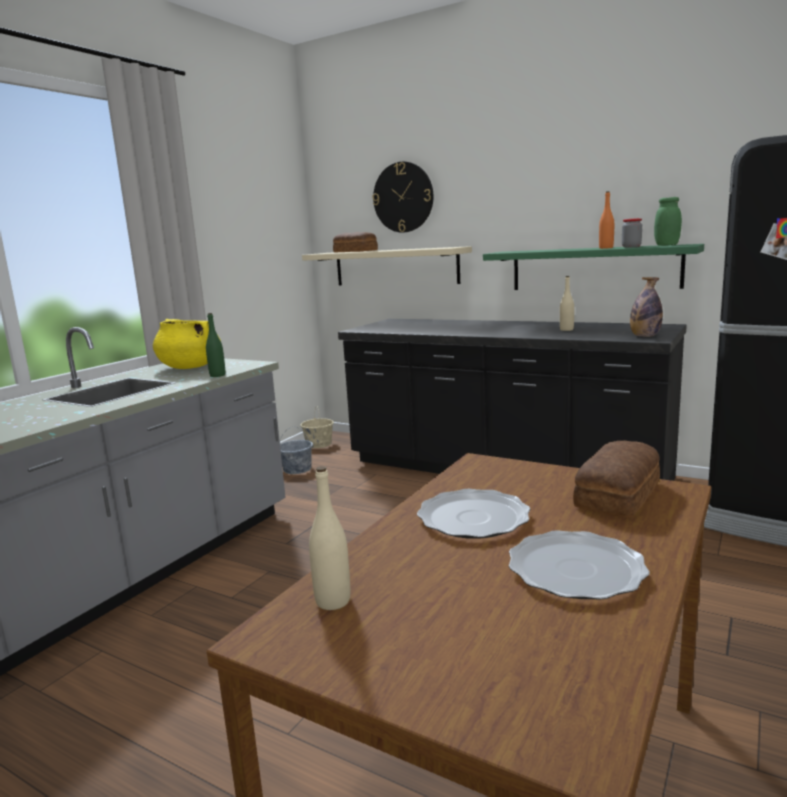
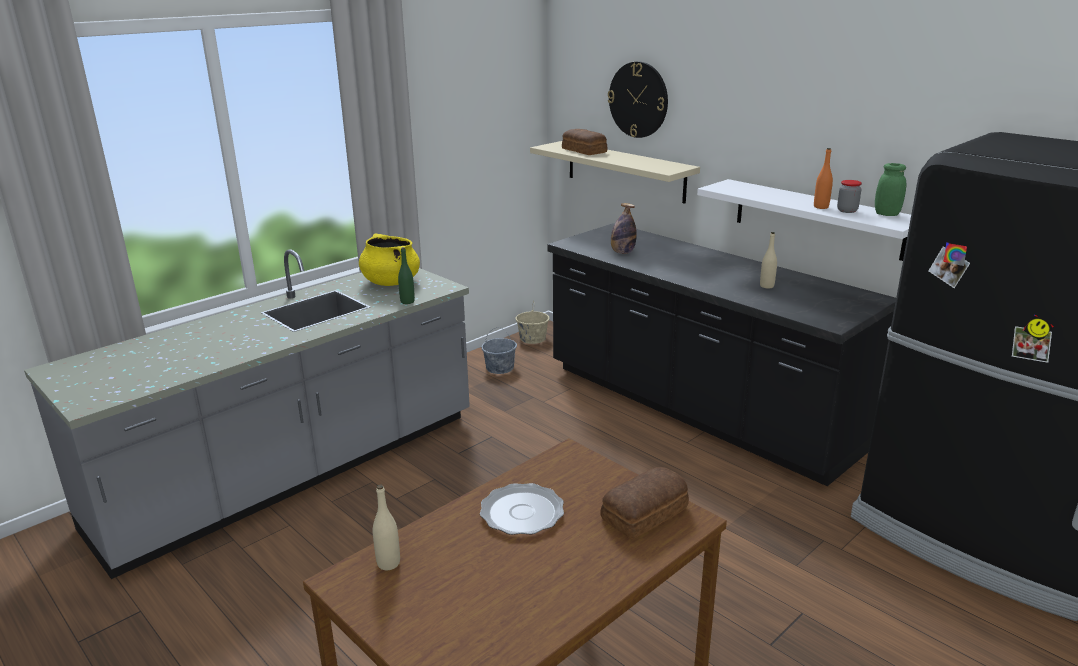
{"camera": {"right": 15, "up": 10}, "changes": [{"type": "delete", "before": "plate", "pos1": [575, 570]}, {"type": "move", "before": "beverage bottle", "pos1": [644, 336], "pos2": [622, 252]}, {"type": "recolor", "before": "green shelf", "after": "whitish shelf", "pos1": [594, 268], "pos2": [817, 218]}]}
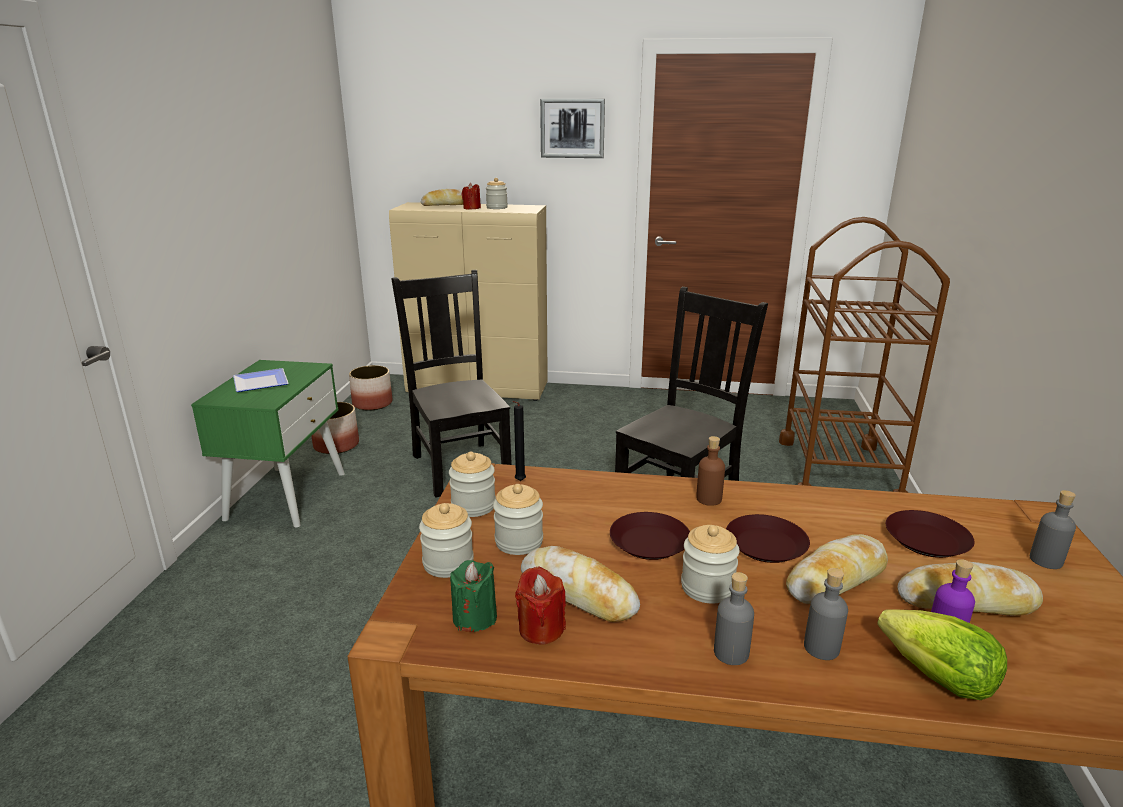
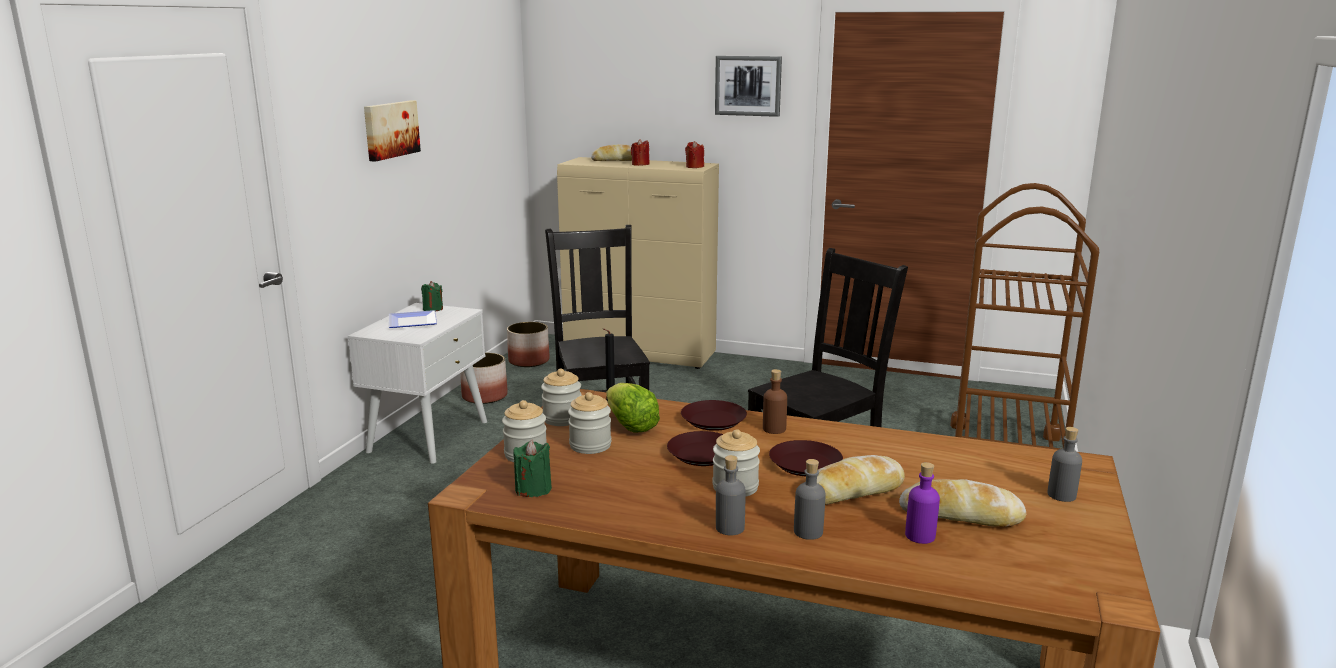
{"camera": {"right": 10, "up": -5}, "changes": [{"type": "delete", "before": "storage jar", "pos1": [497, 207]}, {"type": "delete", "before": "bakery bread", "pos1": [578, 593]}, {"type": "insert", "after": "wall picture", "pos2": [390, 129]}, {"type": "insert", "after": "green wax light", "pos2": [433, 309]}, {"type": "move", "before": "red-coloured wax light", "pos1": [541, 629], "pos2": [694, 167]}, {"type": "move", "before": "lettuce", "pos1": [938, 678], "pos2": [630, 426]}, {"type": "move", "before": "brown plate", "pos1": [927, 541], "pos2": [713, 421]}, {"type": "recolor", "before": "green nightstand", "after": "whitish nightstand", "pos1": [286, 495], "pos2": [428, 436]}]}
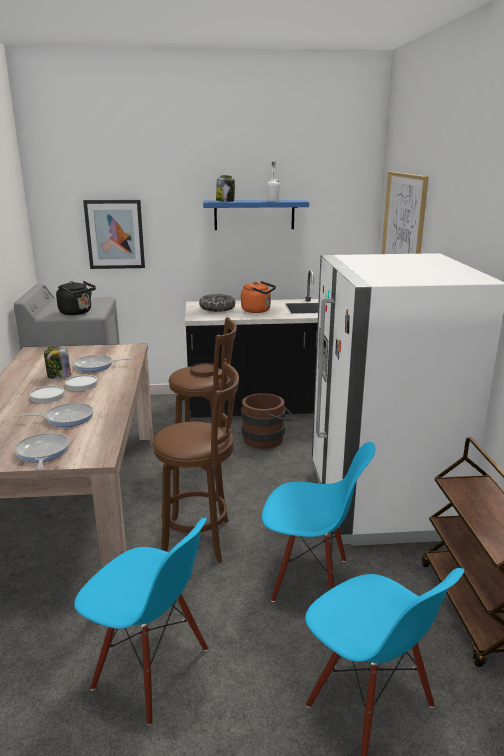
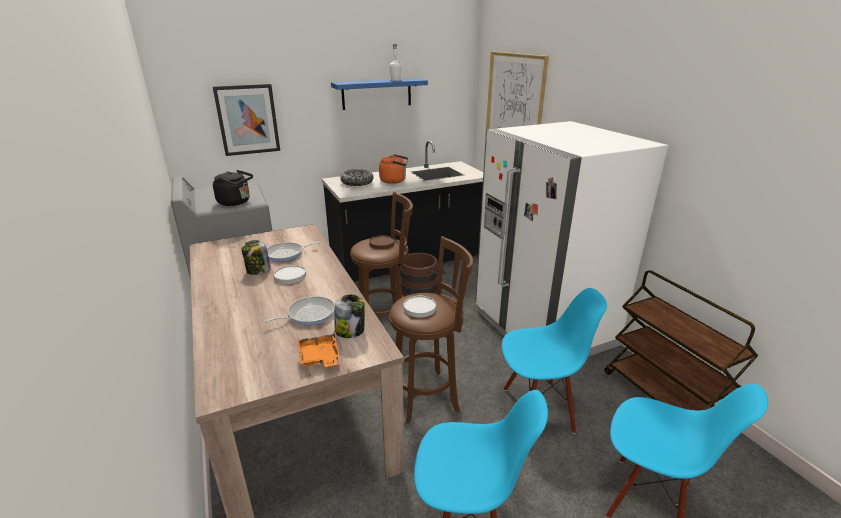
{"camera": {"right": -20, "up": 5}, "changes": [{"type": "move", "before": "whitish plate", "pos1": [47, 396], "pos2": [419, 308]}, {"type": "move", "before": "storage jar", "pos1": [225, 201], "pos2": [350, 330]}, {"type": "replace", "before": "skillet", "after": "orange serving tray", "pos1": [42, 453], "pos2": [319, 357]}]}
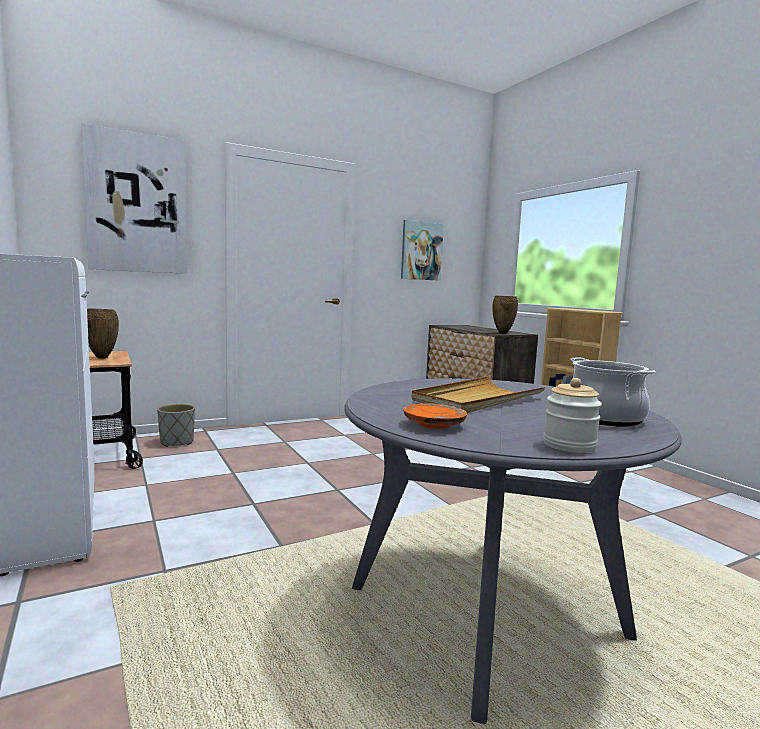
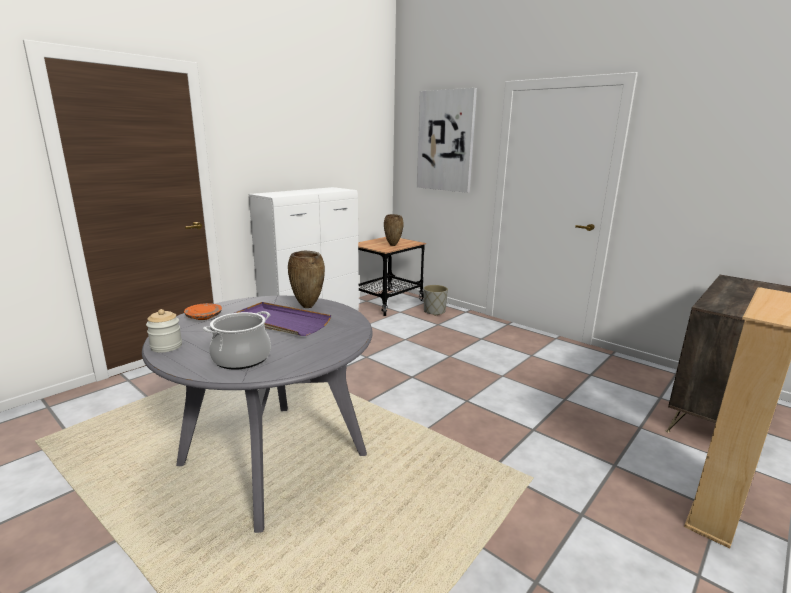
{"camera": {"right": 70, "up": 10}, "changes": [{"type": "delete", "before": "wall picture", "pos1": [421, 251]}, {"type": "move", "before": "brown vase", "pos1": [503, 333], "pos2": [308, 307]}, {"type": "recolor", "before": "beige serving tray", "after": "purple serving tray", "pos1": [477, 399], "pos2": [280, 322]}]}
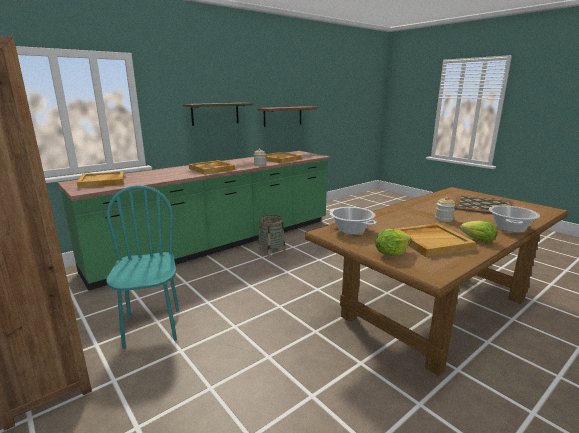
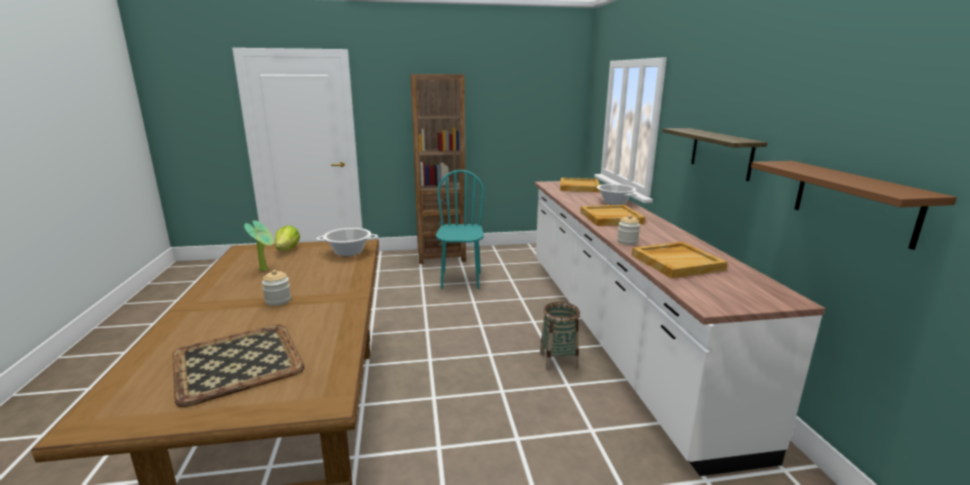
{"camera": {"right": 120, "up": 0}, "changes": [{"type": "delete", "before": "lettuce", "pos1": [475, 240]}, {"type": "move", "before": "stockpot", "pos1": [510, 228], "pos2": [614, 202]}, {"type": "replace", "before": "beige serving tray", "after": "potted plant", "pos1": [431, 242], "pos2": [265, 269]}, {"type": "recolor", "before": "green kitchen counter", "after": "whitish kitchen counter", "pos1": [221, 244], "pos2": [614, 332]}, {"type": "rotate", "before": "blue-green chair", "pos1": [152, 328], "pos2": [460, 280], "turn": -105}]}
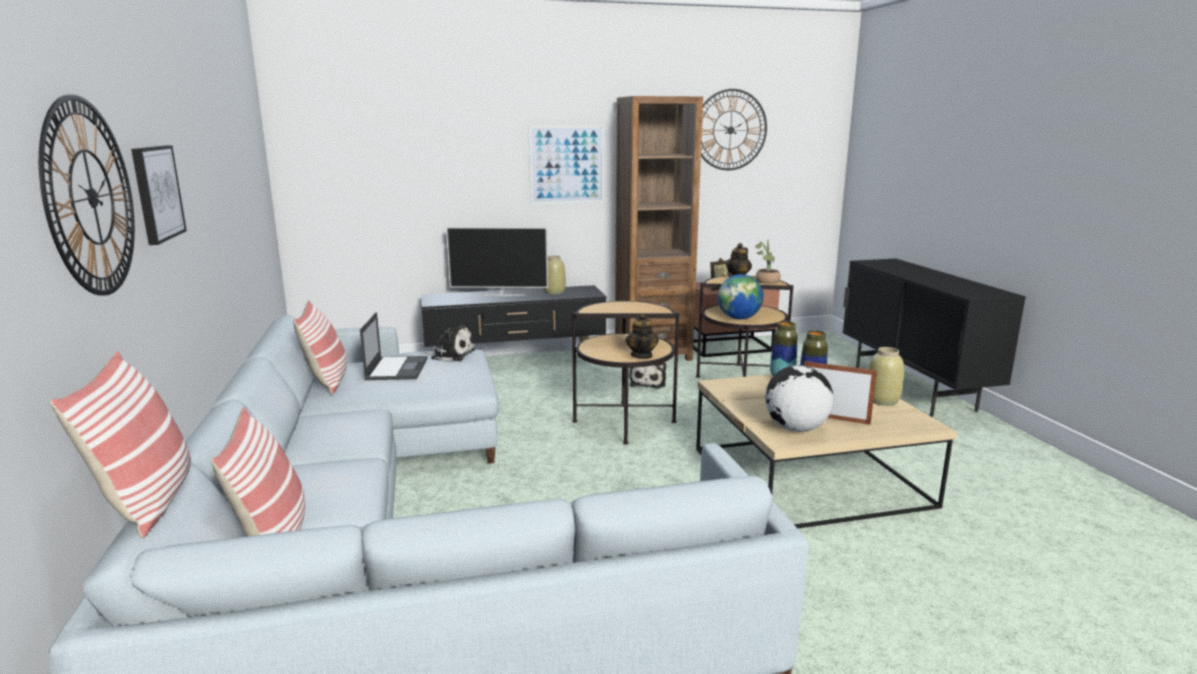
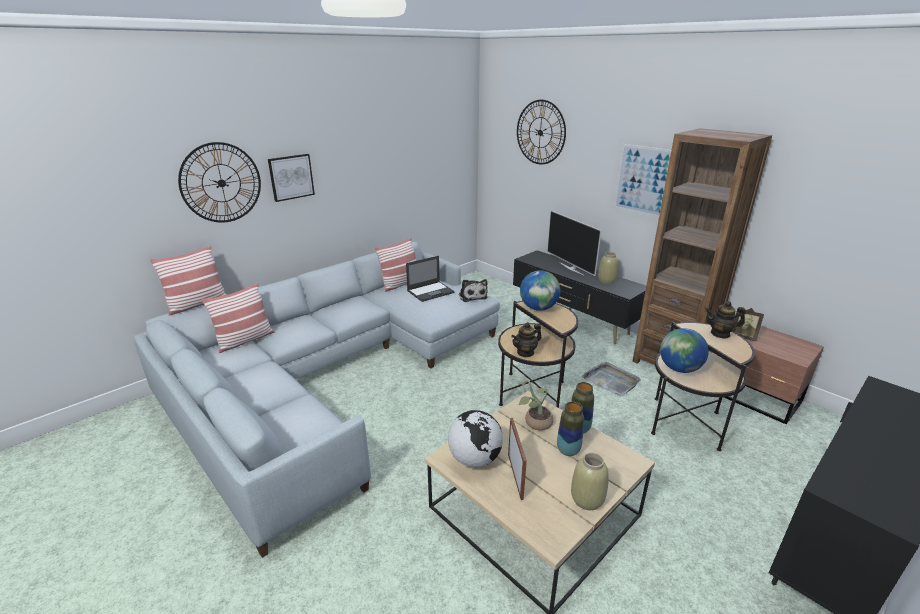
{"camera": {"right": 60, "up": 10}, "changes": [{"type": "insert", "after": "desk globe", "pos2": [538, 308]}, {"type": "move", "before": "clock on the wall", "pos1": [730, 130], "pos2": [540, 132]}, {"type": "move", "before": "potted plant", "pos1": [766, 282], "pos2": [535, 422]}, {"type": "replace", "before": "plush toy", "after": "grey serving tray", "pos1": [648, 383], "pos2": [611, 380]}]}
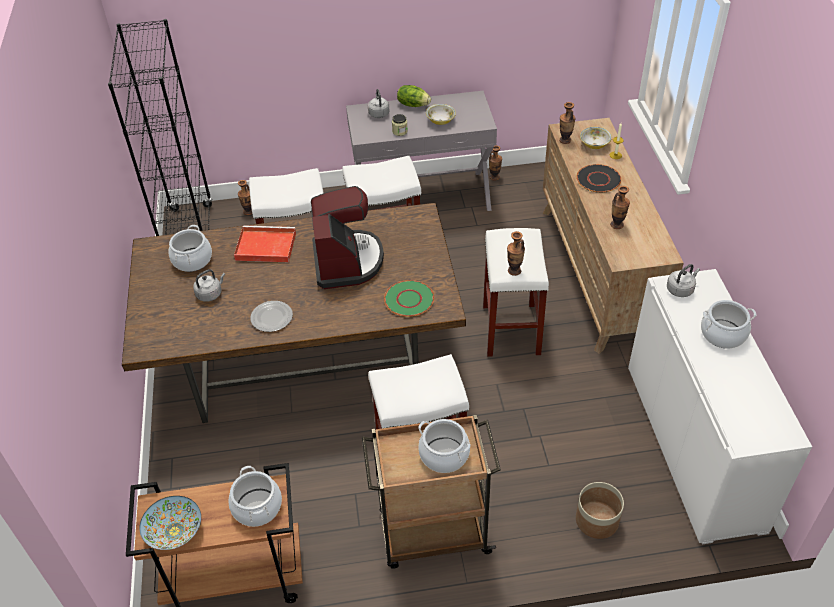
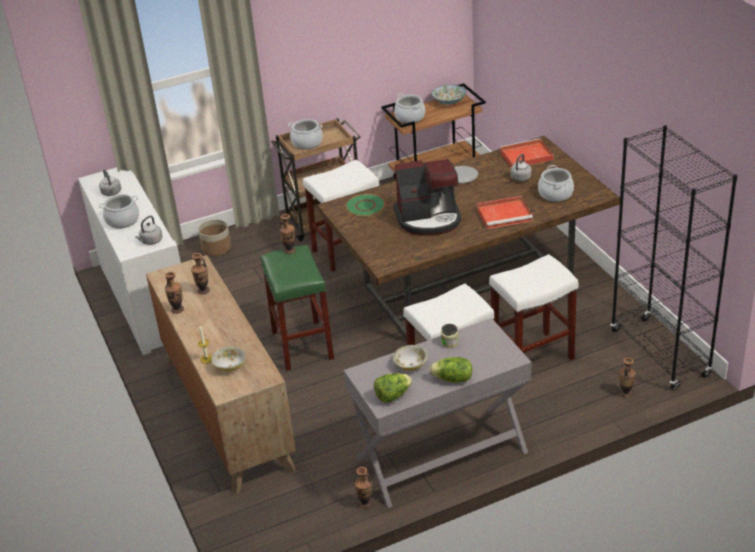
{"camera": {"right": 165, "up": -10}, "changes": [{"type": "delete", "before": "black plate", "pos1": [598, 179]}, {"type": "insert", "after": "lettuce", "pos2": [393, 396]}, {"type": "insert", "after": "red-coloured serving tray", "pos2": [525, 156]}, {"type": "move", "before": "grey kettle", "pos1": [378, 113], "pos2": [112, 193]}, {"type": "move", "before": "vase", "pos1": [565, 140], "pos2": [177, 310]}, {"type": "recolor", "before": "whitish sitting stool", "after": "green sitting stool", "pos1": [511, 330], "pos2": [301, 344]}, {"type": "rotate", "before": "coffee machine", "pos1": [347, 261], "pos2": [429, 218], "turn": -75}]}
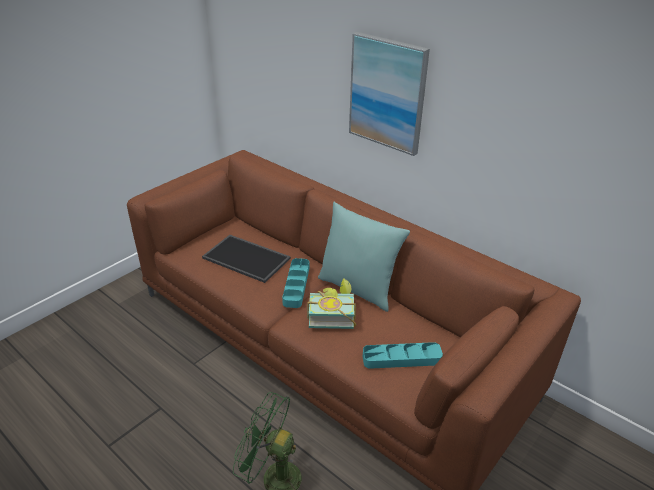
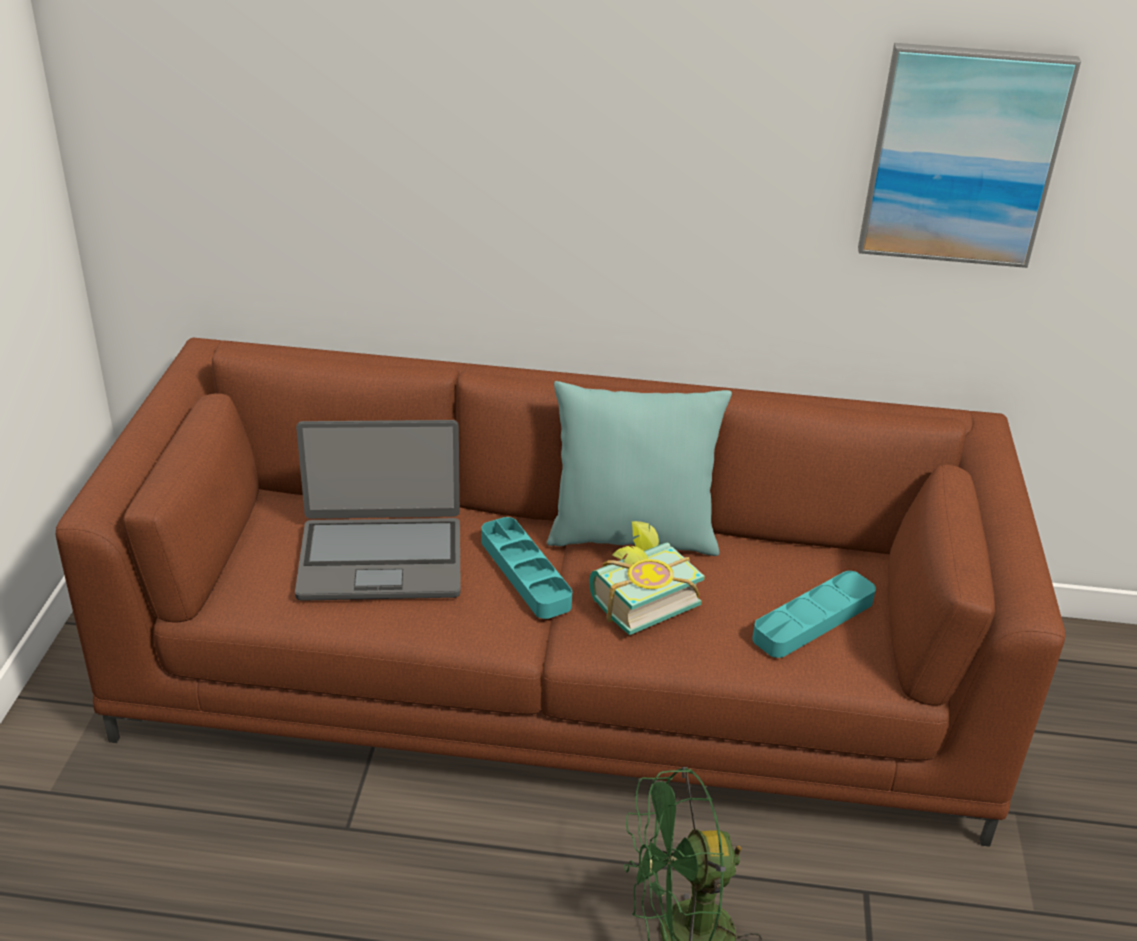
{"camera": {"right": -35, "up": 0}, "changes": [{"type": "move", "before": "wall picture", "pos1": [387, 93], "pos2": [962, 156]}, {"type": "replace", "before": "serving tray", "after": "laptop", "pos1": [247, 258], "pos2": [381, 559]}]}
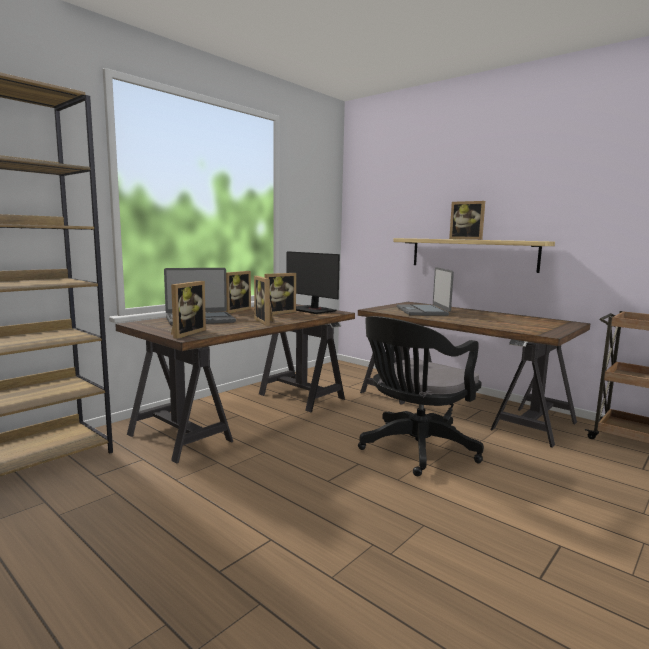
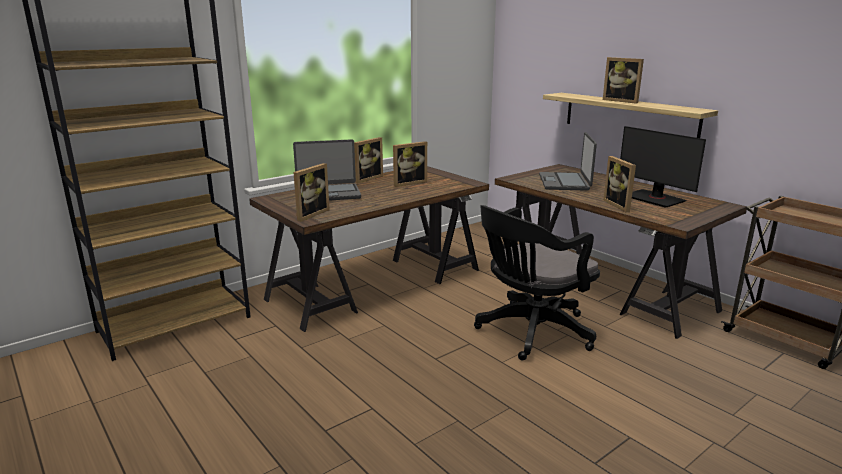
{"camera": {"right": 10, "up": 10}, "changes": [{"type": "move", "before": "standing frame", "pos1": [266, 321], "pos2": [620, 205]}, {"type": "move", "before": "computer screen", "pos1": [312, 310], "pos2": [654, 199]}]}
